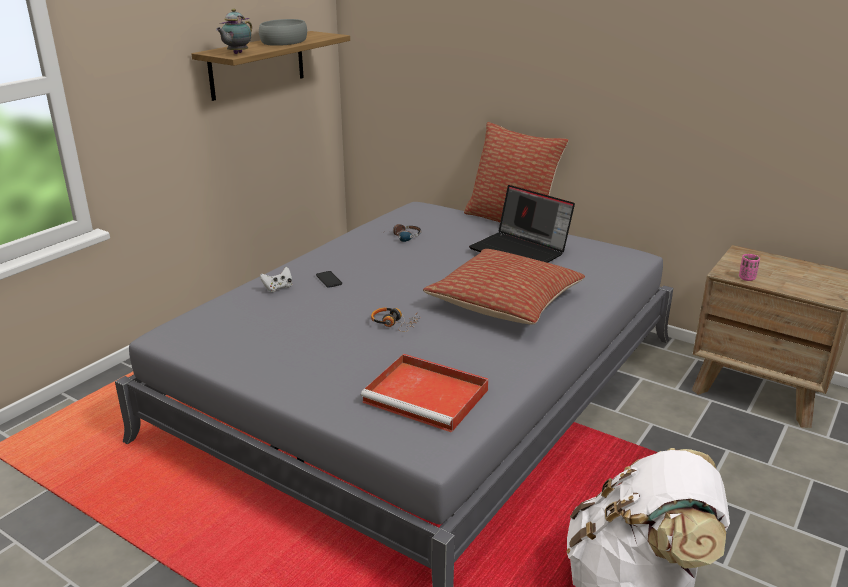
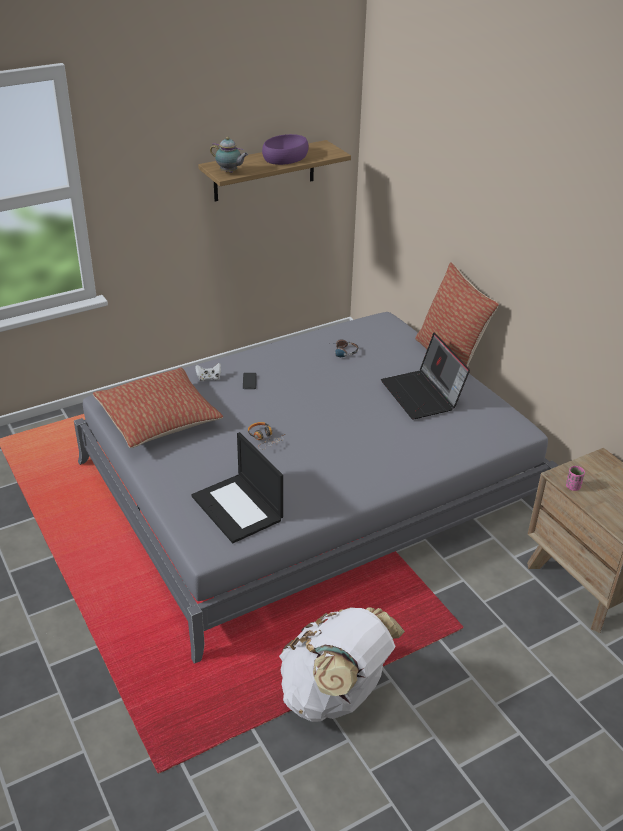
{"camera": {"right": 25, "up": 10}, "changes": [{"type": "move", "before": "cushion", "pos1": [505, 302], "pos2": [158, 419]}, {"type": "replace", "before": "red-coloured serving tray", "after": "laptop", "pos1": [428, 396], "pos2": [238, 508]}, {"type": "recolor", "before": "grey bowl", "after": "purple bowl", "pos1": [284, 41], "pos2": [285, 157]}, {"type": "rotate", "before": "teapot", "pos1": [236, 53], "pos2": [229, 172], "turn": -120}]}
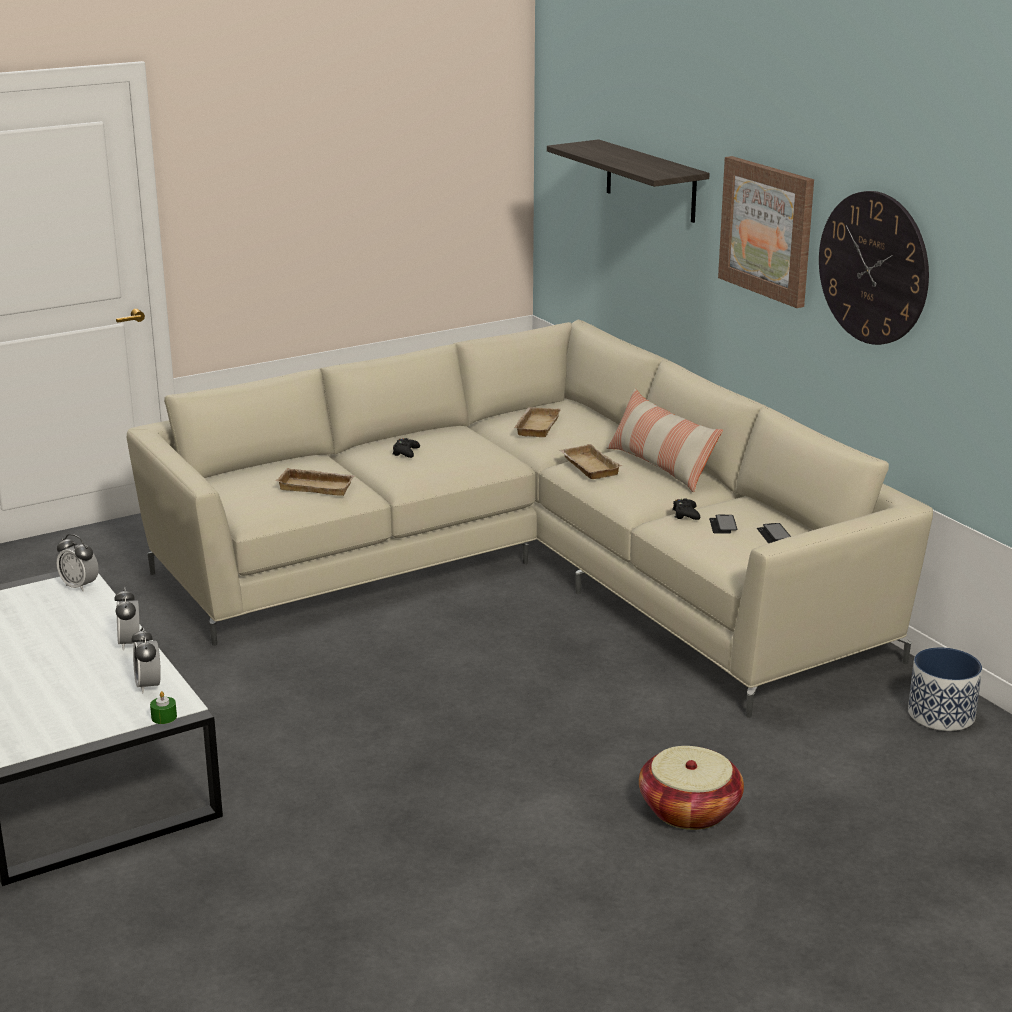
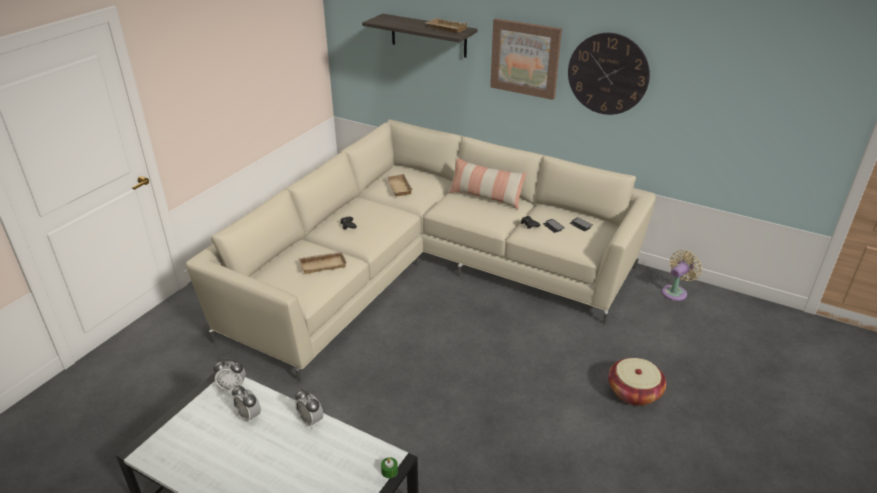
{"camera": {"right": -30, "up": 10}, "changes": [{"type": "move", "before": "bedside clock", "pos1": [149, 686], "pos2": [249, 416]}, {"type": "move", "before": "beige serving tray", "pos1": [587, 466], "pos2": [445, 28]}, {"type": "replace", "before": "planter", "after": "beige cooling fan", "pos1": [940, 715], "pos2": [675, 292]}]}
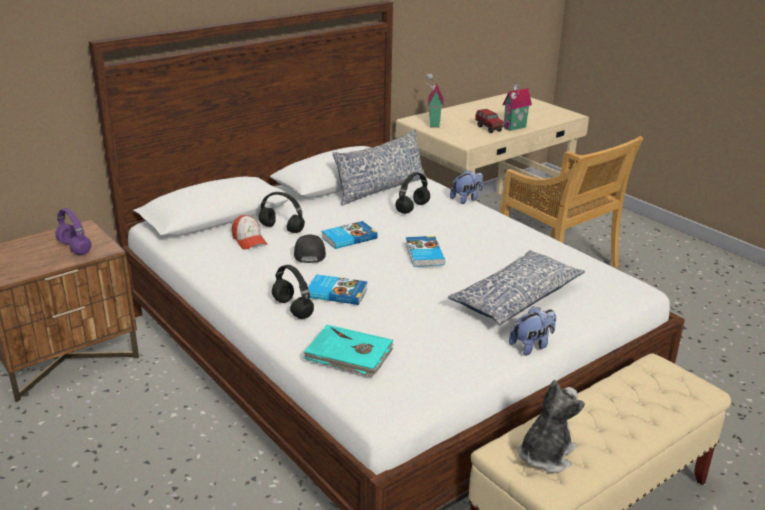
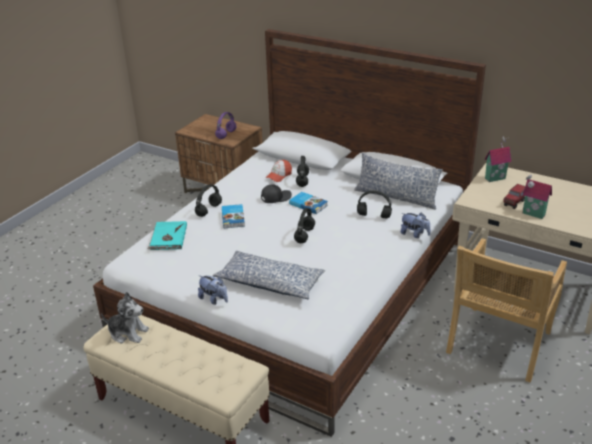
{"camera": {"right": 70, "up": 5}, "changes": [{"type": "replace", "before": "volume", "after": "black headphones", "pos1": [423, 254], "pos2": [304, 235]}]}
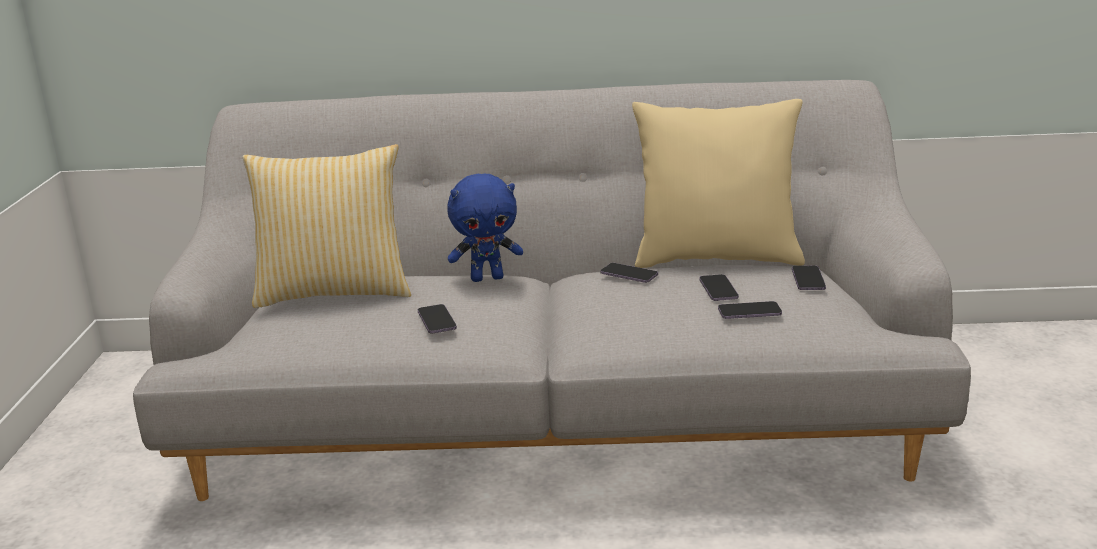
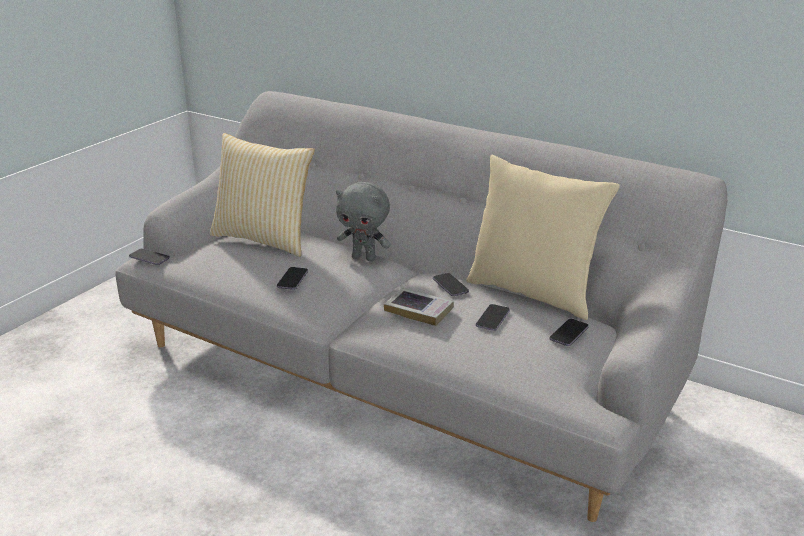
{"camera": {"right": 30, "up": 5}, "changes": [{"type": "insert", "after": "volume", "pos2": [419, 310]}, {"type": "move", "before": "phone", "pos1": [749, 312], "pos2": [149, 258]}, {"type": "recolor", "before": "bluish plush toy", "after": "grey plush toy", "pos1": [487, 278], "pos2": [364, 258]}]}
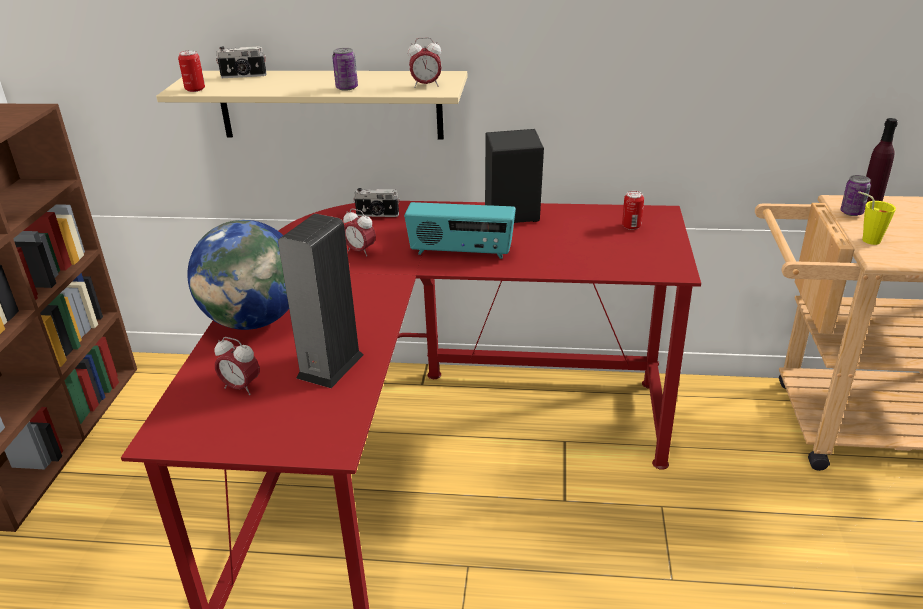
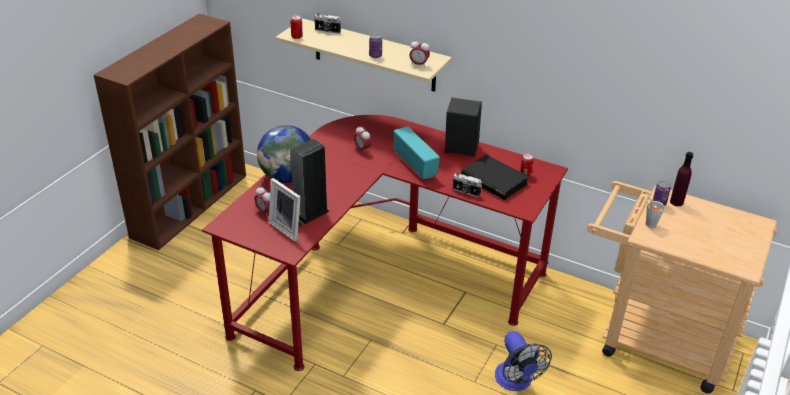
{"camera": {"right": 20, "up": 5}, "changes": [{"type": "insert", "after": "standing frame", "pos2": [288, 228]}, {"type": "insert", "after": "black volume", "pos2": [494, 180]}, {"type": "insert", "after": "cooling fan", "pos2": [516, 381]}, {"type": "move", "before": "still camera", "pos1": [377, 215], "pos2": [466, 192]}, {"type": "recolor", "before": "yellowish drinking cup", "after": "grey drinking cup", "pos1": [867, 239], "pos2": [649, 223]}, {"type": "rotate", "before": "radio set", "pos1": [461, 252], "pos2": [415, 165], "turn": -150}]}
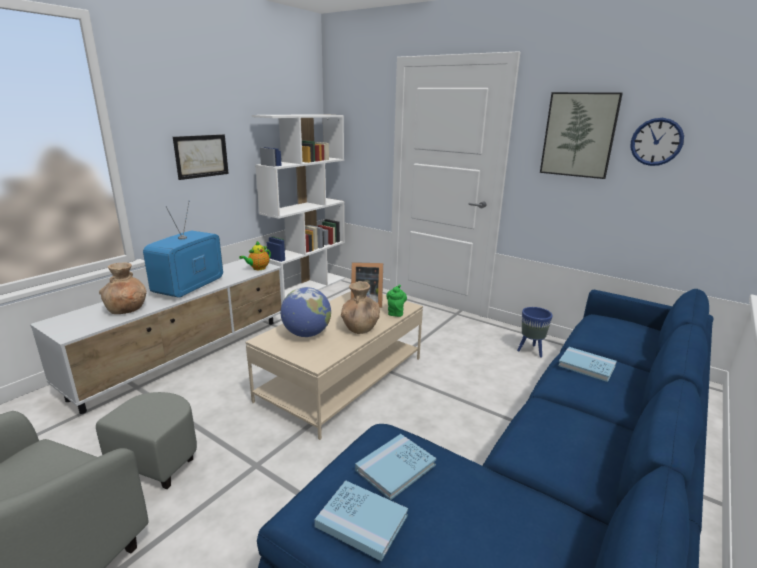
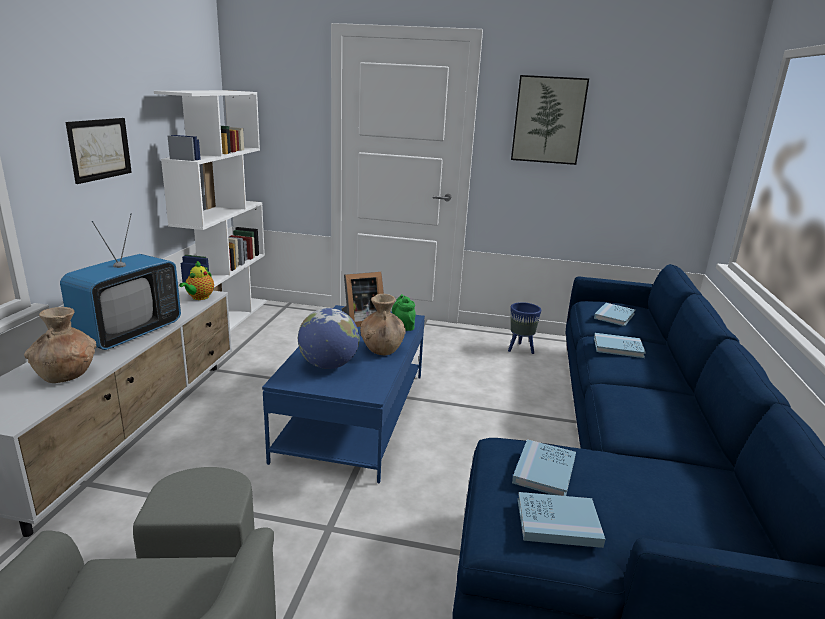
{"camera": {"right": -25, "up": 0}, "changes": [{"type": "delete", "before": "clock on the wall", "pos1": [656, 142]}, {"type": "insert", "after": "bluish volume", "pos2": [614, 316]}, {"type": "recolor", "before": "beige coffee table", "after": "bluish coffee table", "pos1": [342, 379], "pos2": [354, 415]}, {"type": "rotate", "before": "TV set", "pos1": [189, 287], "pos2": [129, 333], "turn": -150}]}
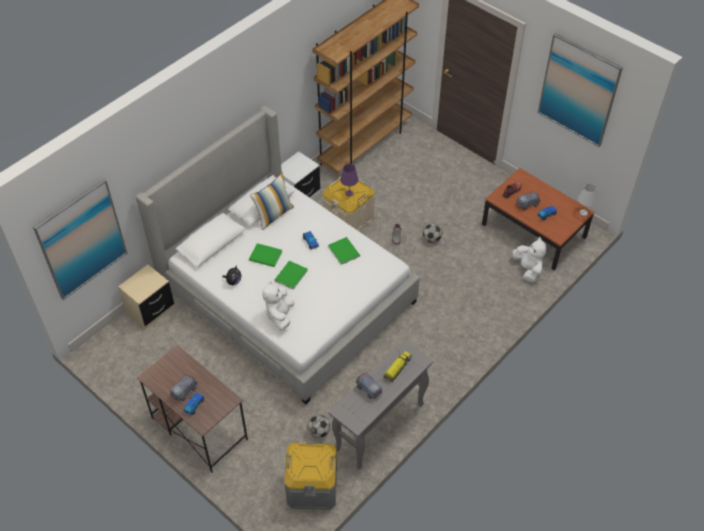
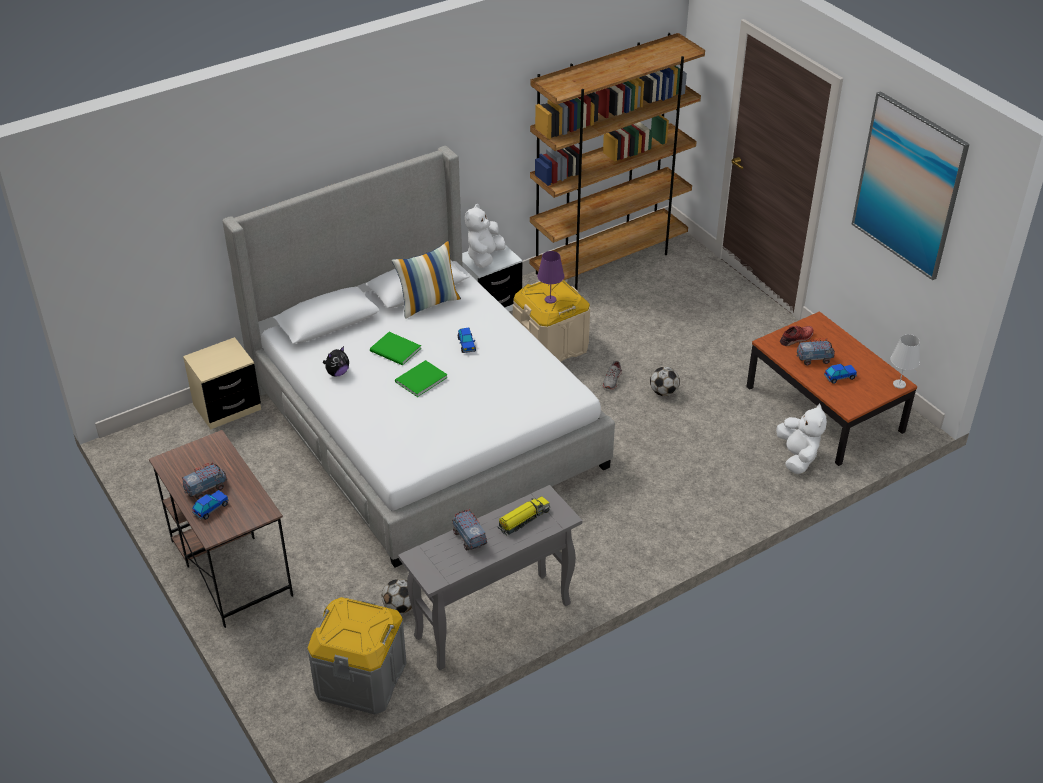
{"camera": {"right": 15, "up": -10}, "changes": [{"type": "delete", "before": "wall picture", "pos1": [82, 239]}, {"type": "delete", "before": "green volume", "pos1": [344, 250]}, {"type": "move", "before": "whitish plush toy", "pos1": [280, 315], "pos2": [484, 257]}]}
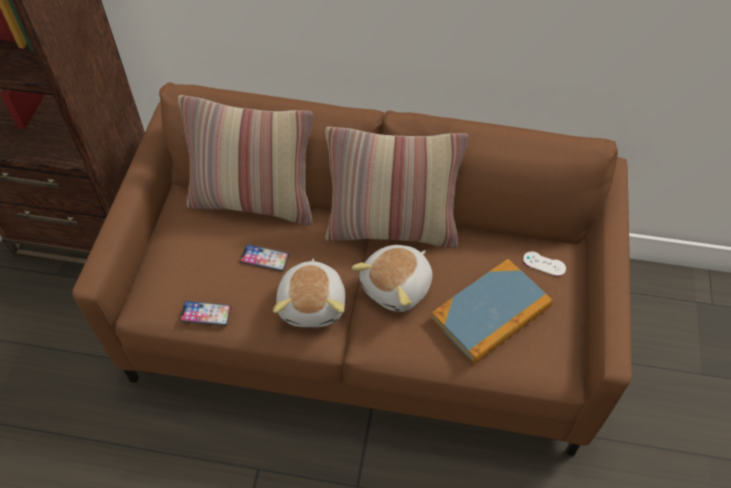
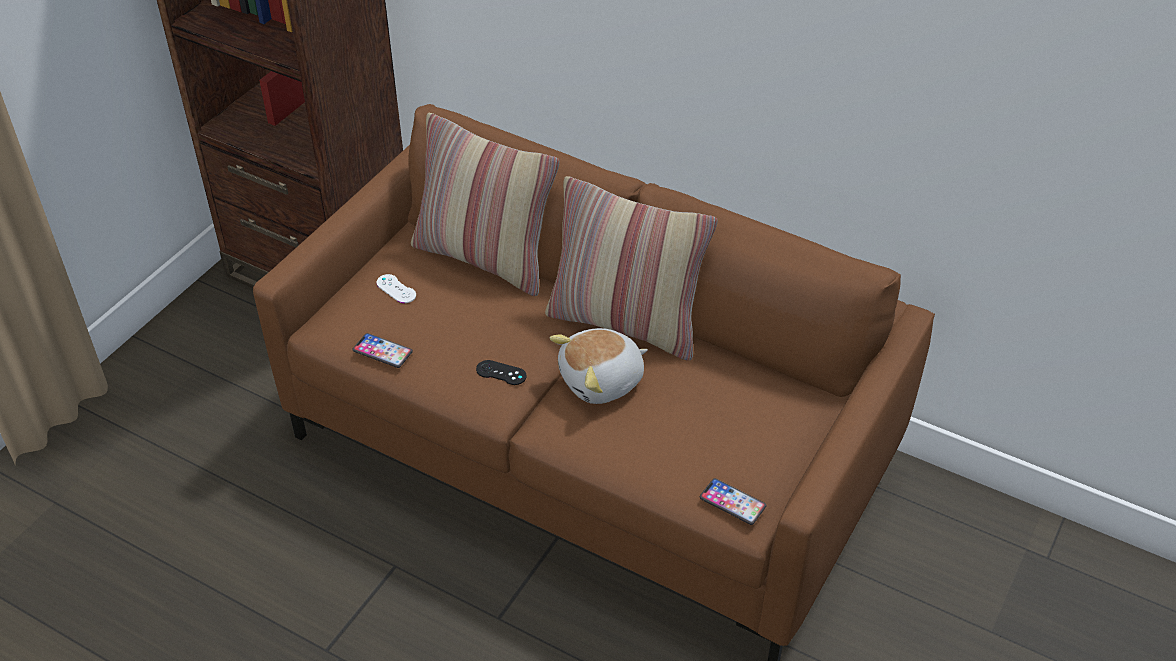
{"camera": {"right": 20, "up": -10}, "changes": [{"type": "delete", "before": "volume", "pos1": [491, 313]}, {"type": "move", "before": "phone", "pos1": [264, 258], "pos2": [732, 502]}, {"type": "move", "before": "whitish joypad", "pos1": [544, 264], "pos2": [396, 289]}, {"type": "replace", "before": "plush toy", "after": "black joypad", "pos1": [313, 304], "pos2": [501, 373]}]}
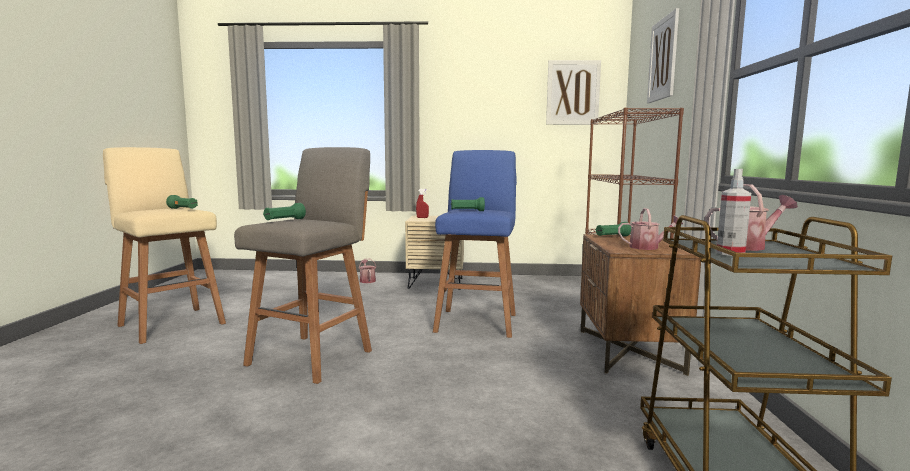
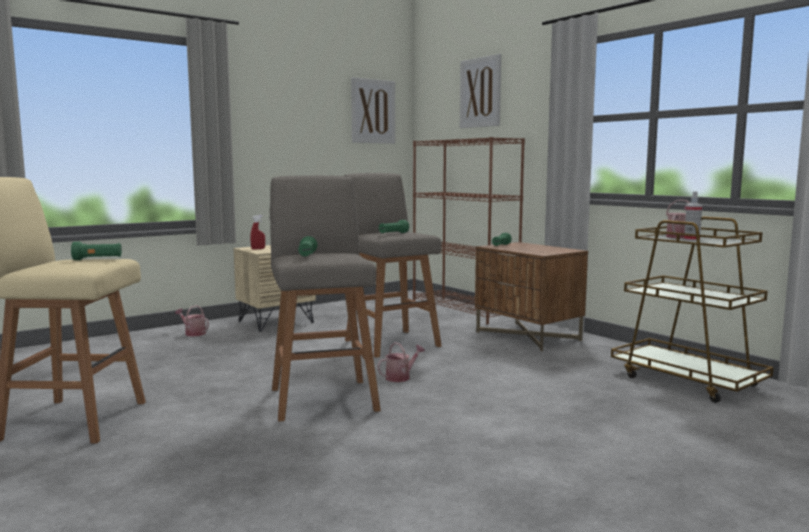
{"camera": {"right": -40, "up": 0}, "changes": [{"type": "move", "before": "watering can", "pos1": [648, 247], "pos2": [400, 377]}, {"type": "recolor", "before": "bluish sitting stool", "after": "grey sitting stool", "pos1": [477, 322], "pos2": [390, 342]}]}
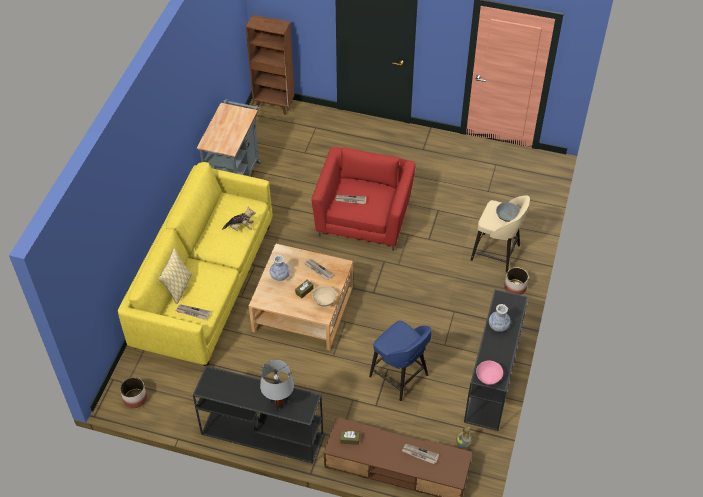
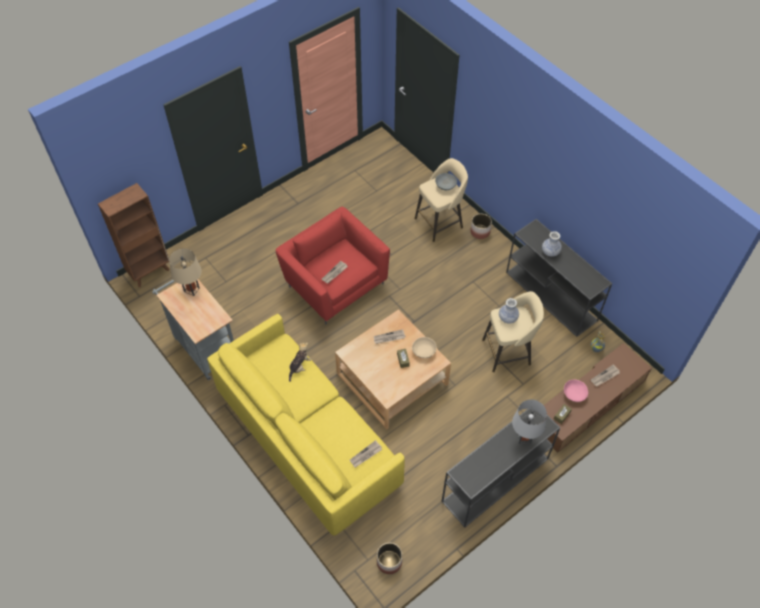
{"camera": {"right": -55, "up": 5}, "changes": [{"type": "delete", "before": "cushion", "pos1": [178, 288]}, {"type": "insert", "after": "beige tabletop lamp", "pos2": [191, 289]}, {"type": "move", "before": "vase", "pos1": [280, 276], "pos2": [507, 318]}, {"type": "move", "before": "pink-coloured bowl", "pos1": [488, 376], "pos2": [574, 394]}, {"type": "recolor", "before": "bluish sitting stool", "after": "beige sitting stool", "pos1": [400, 377], "pos2": [508, 352]}]}
